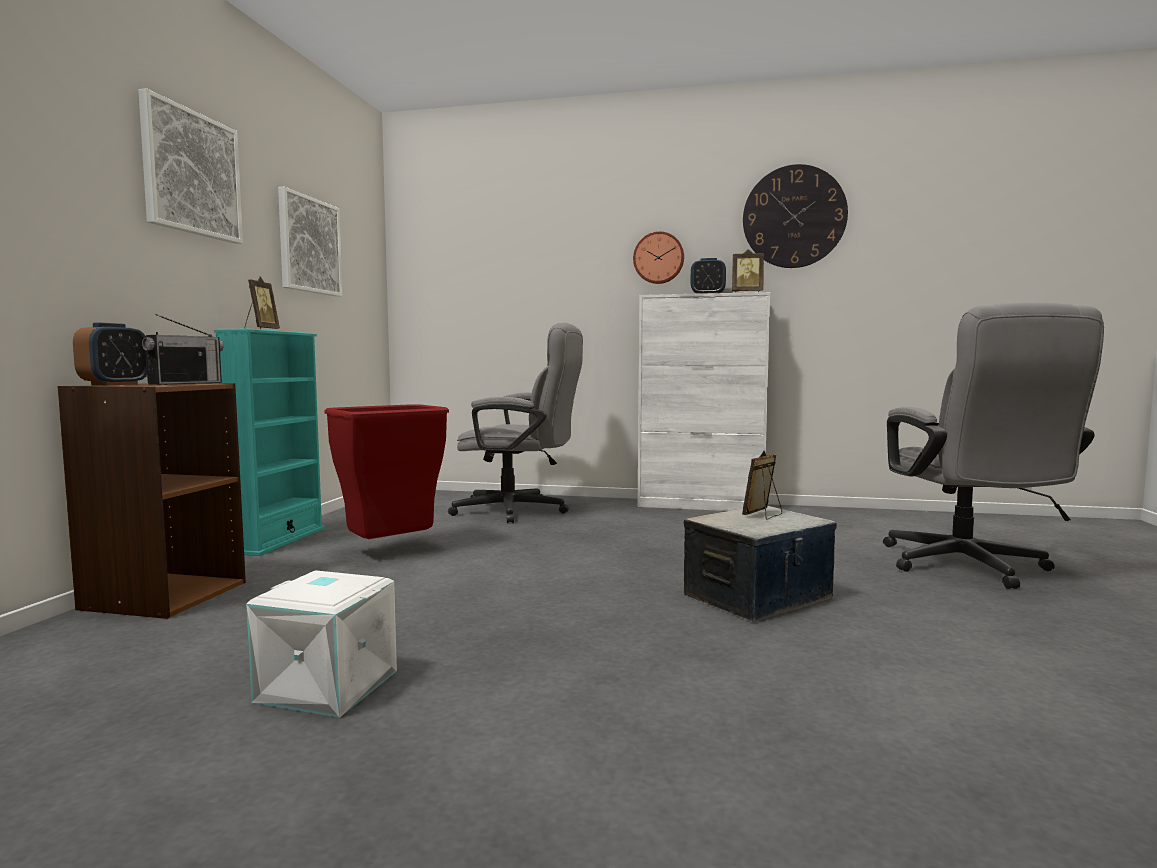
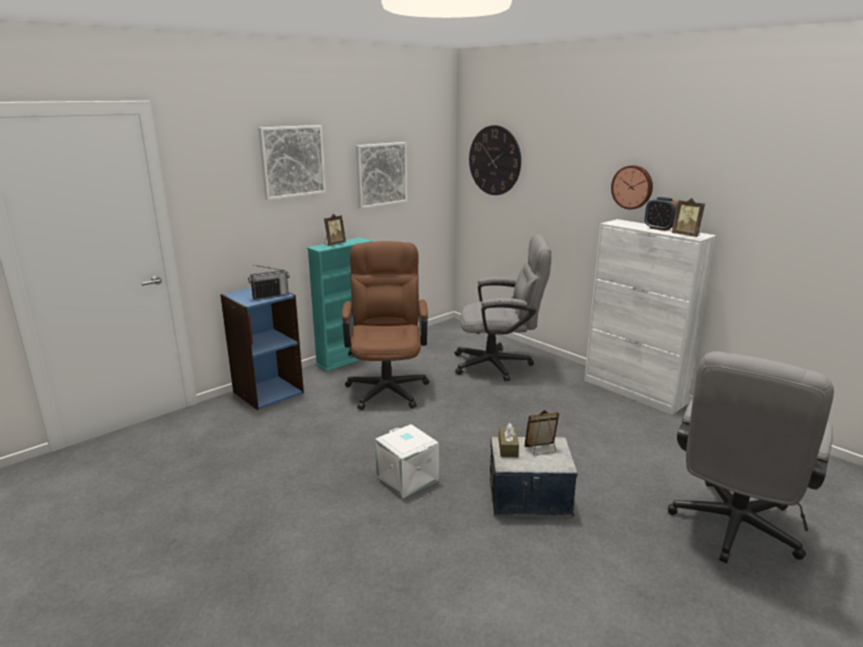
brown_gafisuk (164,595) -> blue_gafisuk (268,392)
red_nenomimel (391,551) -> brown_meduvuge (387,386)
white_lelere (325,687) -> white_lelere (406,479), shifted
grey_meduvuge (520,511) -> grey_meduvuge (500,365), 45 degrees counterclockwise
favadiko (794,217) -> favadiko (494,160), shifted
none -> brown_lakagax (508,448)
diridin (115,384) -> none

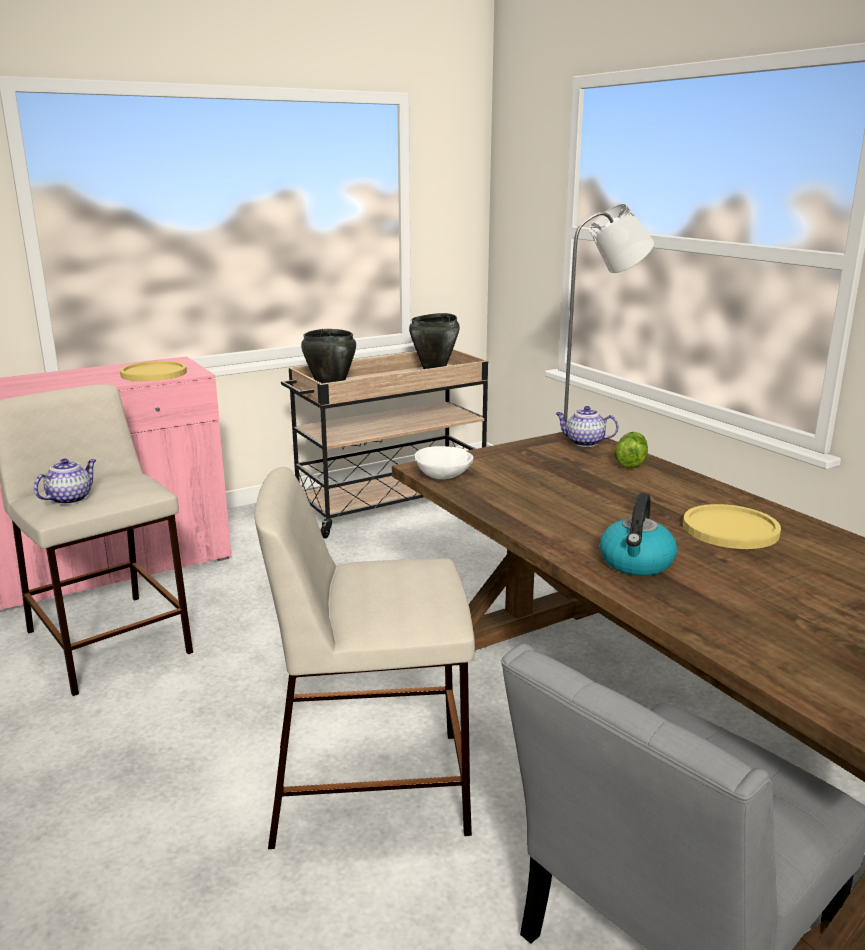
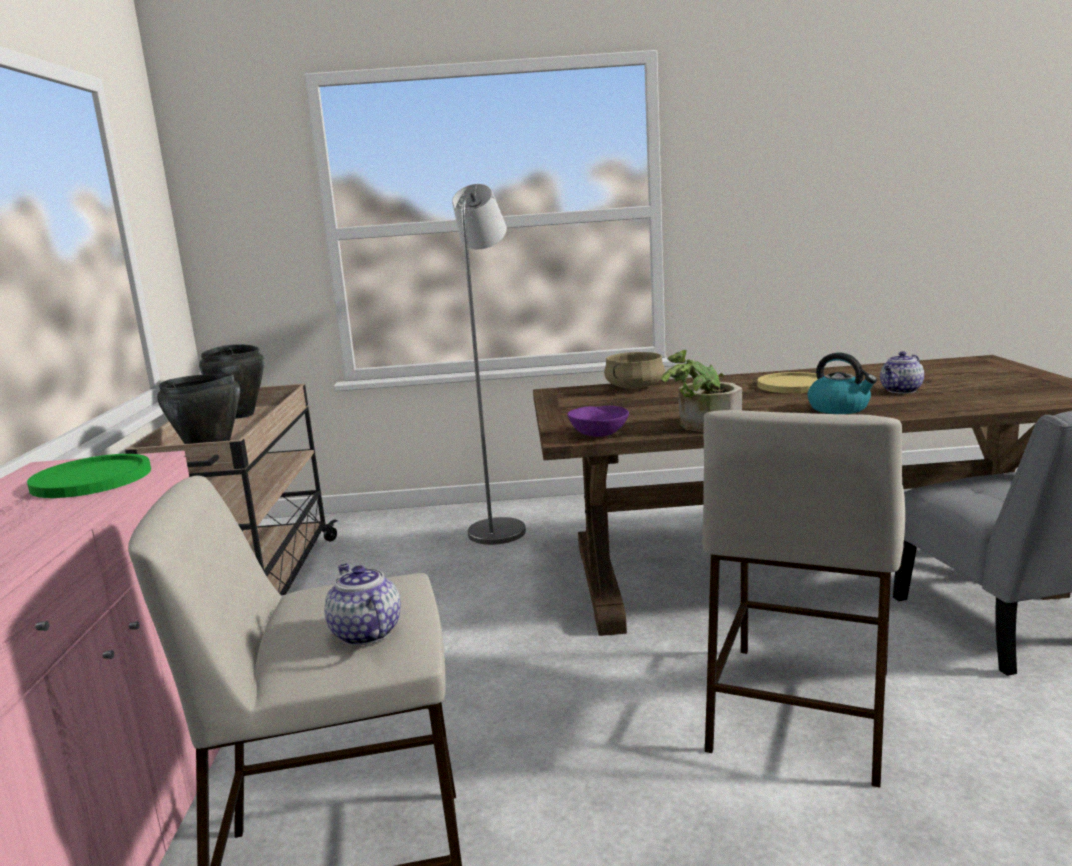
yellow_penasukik (154,373) -> green_penasukik (91,479)
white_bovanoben (443,475) -> purple_bovanoben (598,434)
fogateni (631,461) -> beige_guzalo (635,387)
none -> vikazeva (701,425)
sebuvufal (584,442) -> sebuvufal (901,390), shifted

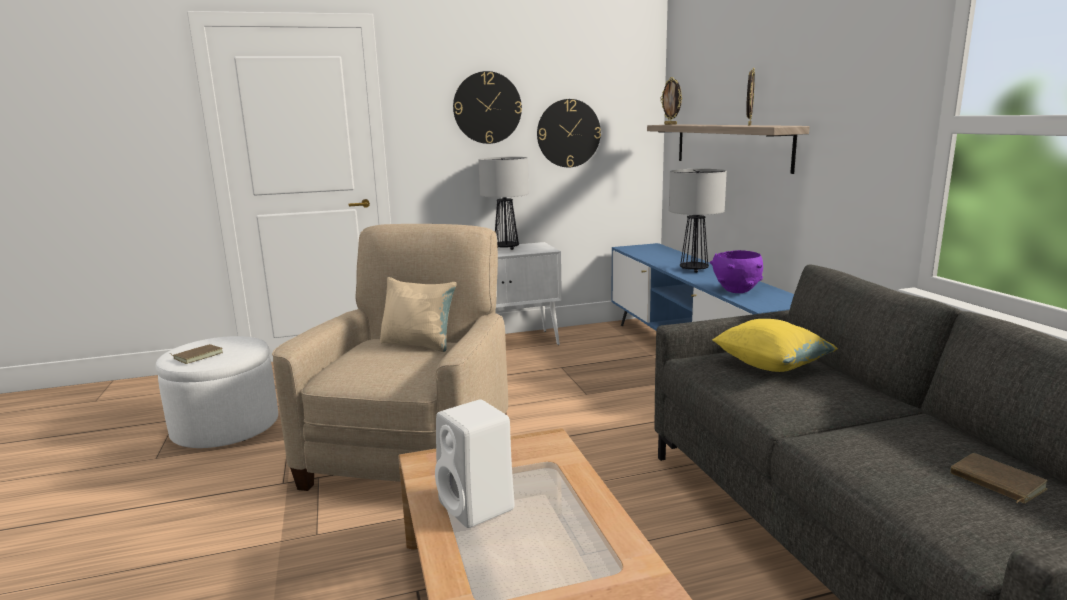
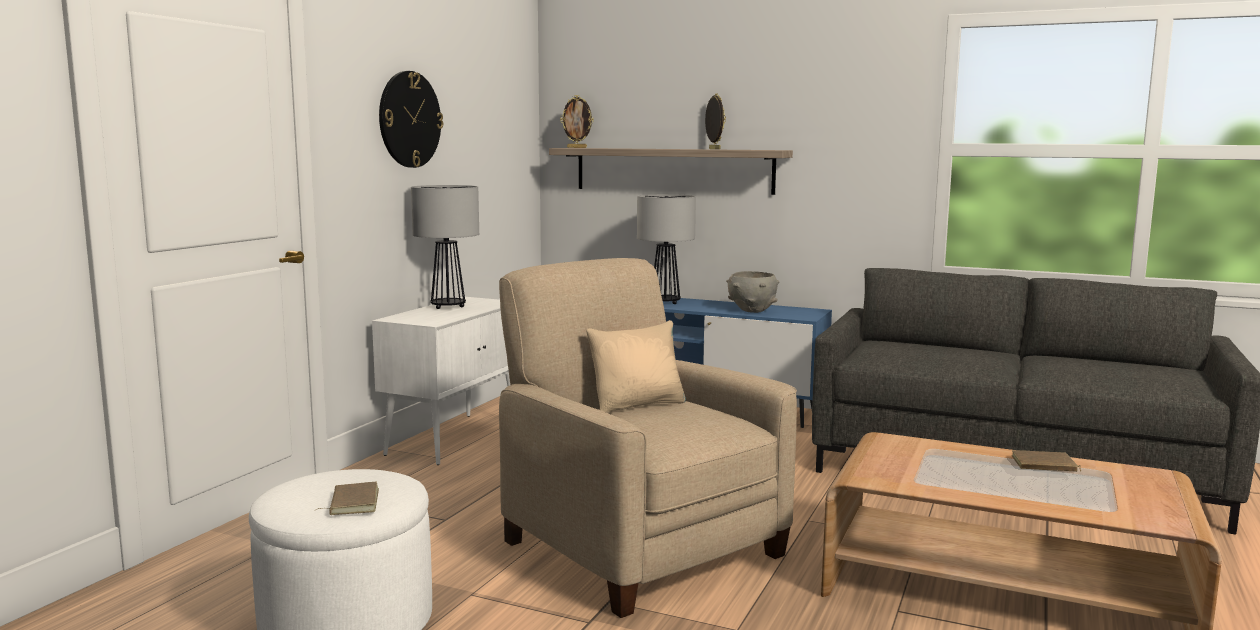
purple_bovanoben (736,290) -> grey_bovanoben (751,311)
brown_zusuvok (995,482) -> brown_zusuvok (1044,465), shifted
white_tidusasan (478,507) -> none
favadiko (568,133) -> none
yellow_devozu (770,366) -> none

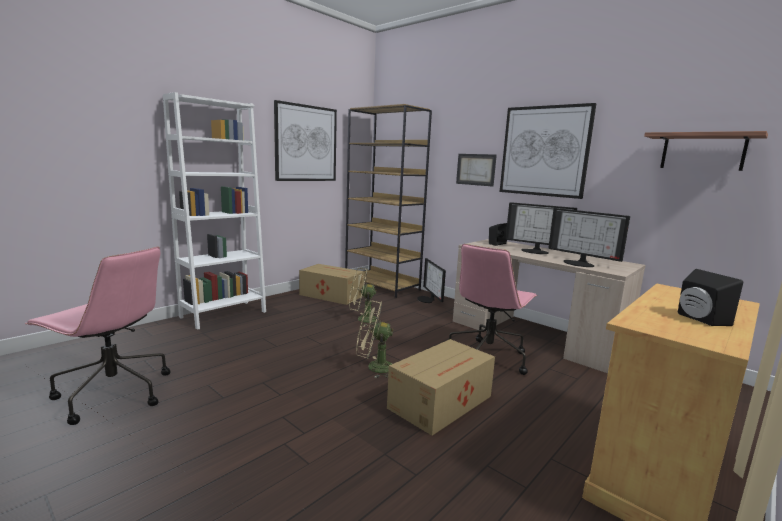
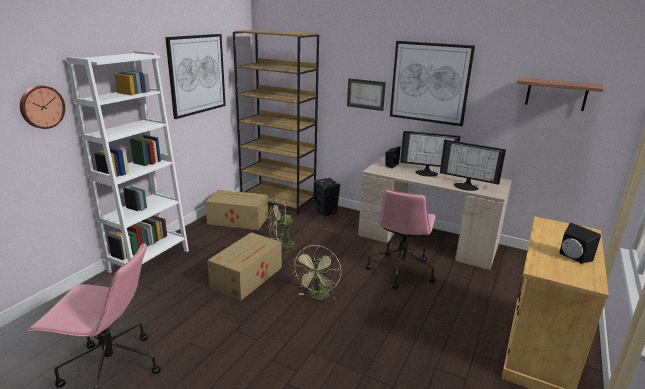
none -> favadiko (41,107)
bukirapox (442,402) -> bukirapox (248,277), shifted
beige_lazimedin (374,367) -> beige_lazimedin (318,297), 60 degrees counterclockwise
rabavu (427,299) -> black_tidusasan (326,212)

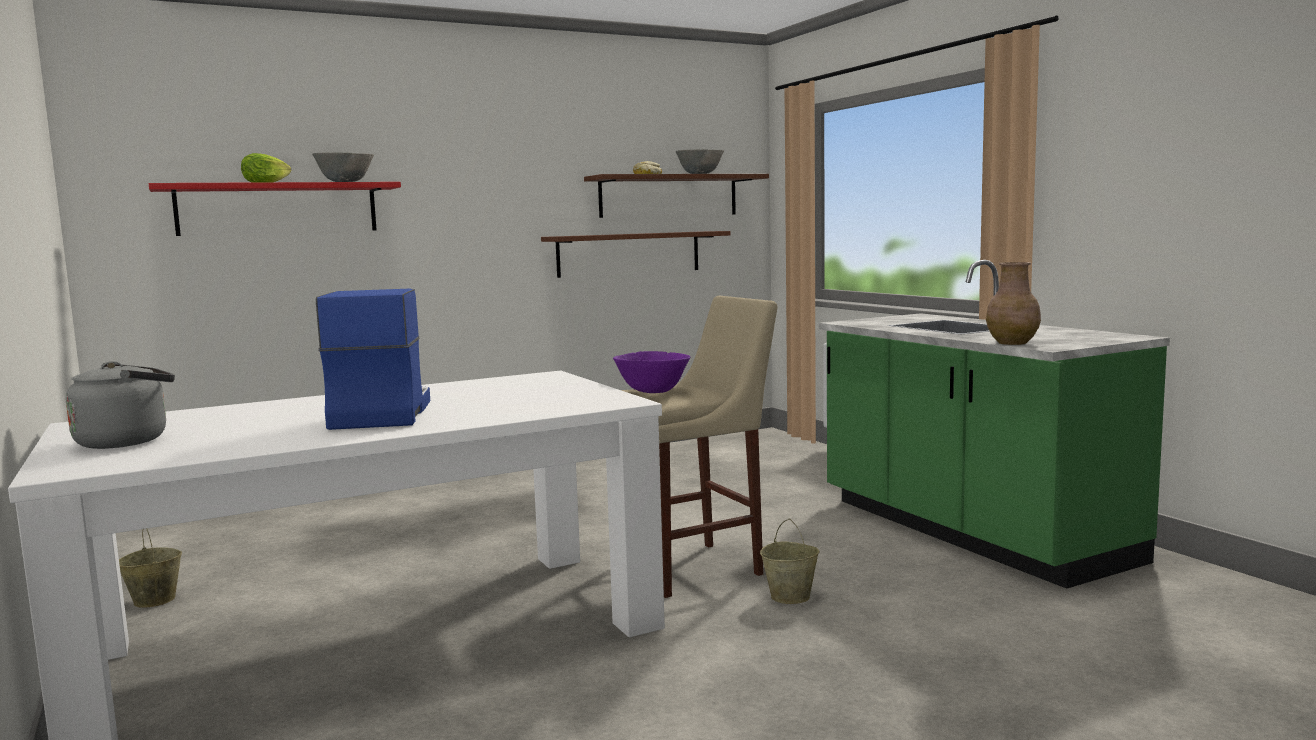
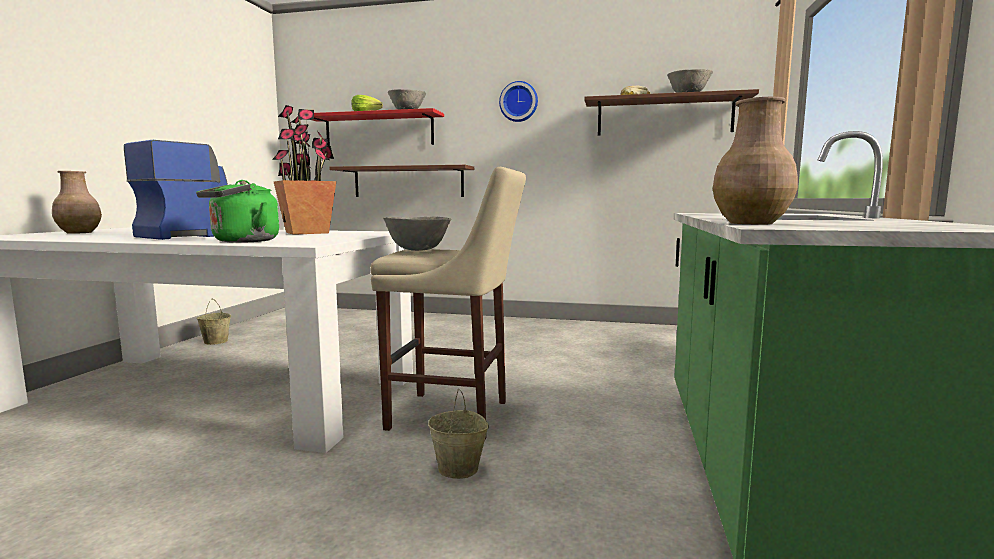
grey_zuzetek (128,441) -> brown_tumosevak (79,232)
none -> green_zuzetek (242,241)
none -> vikazeva (308,232)
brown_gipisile (629,253) -> brown_gipisile (408,182), shifted
purple_bovanoben (652,392) -> grey_bovanoben (417,250)
none -> favadiko (519,102)

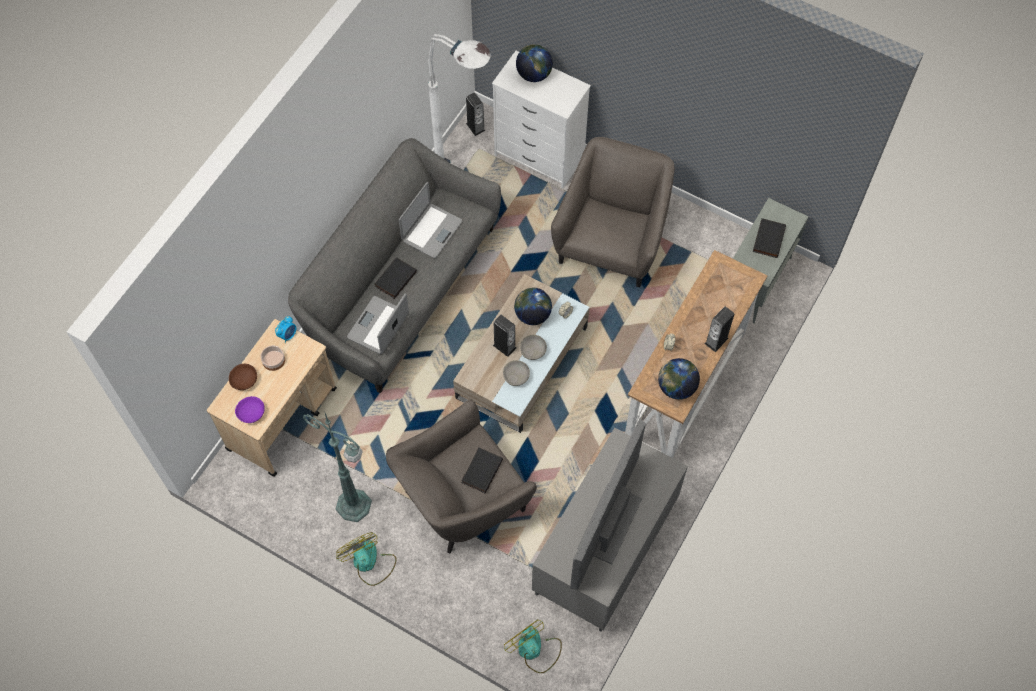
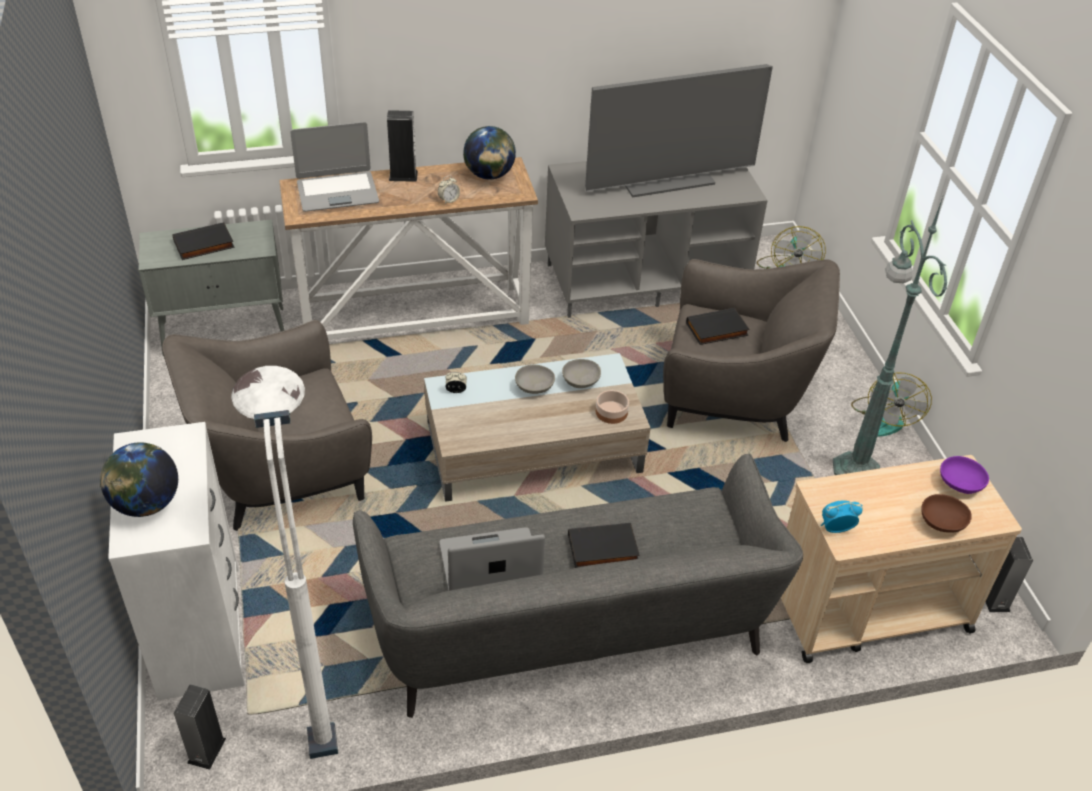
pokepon (379,326) -> pokepon (337,192), shifted
bovanoben (273,360) -> bovanoben (612,412), shifted
tidusasan (504,346) -> tidusasan (994,599), shifted
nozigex (532,315) -> none

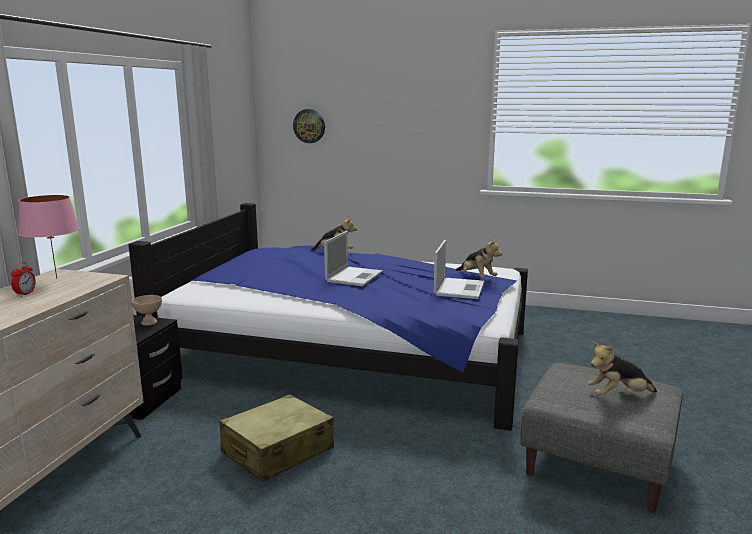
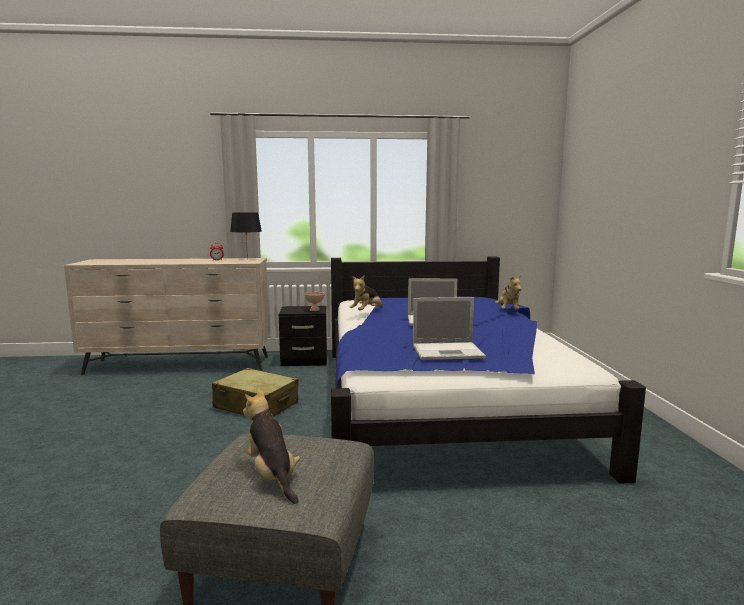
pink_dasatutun (57,278) -> black_dasatutun (247,259)
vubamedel (477,277) -> vubamedel (366,312), shifted
favadiko (309,126) -> none

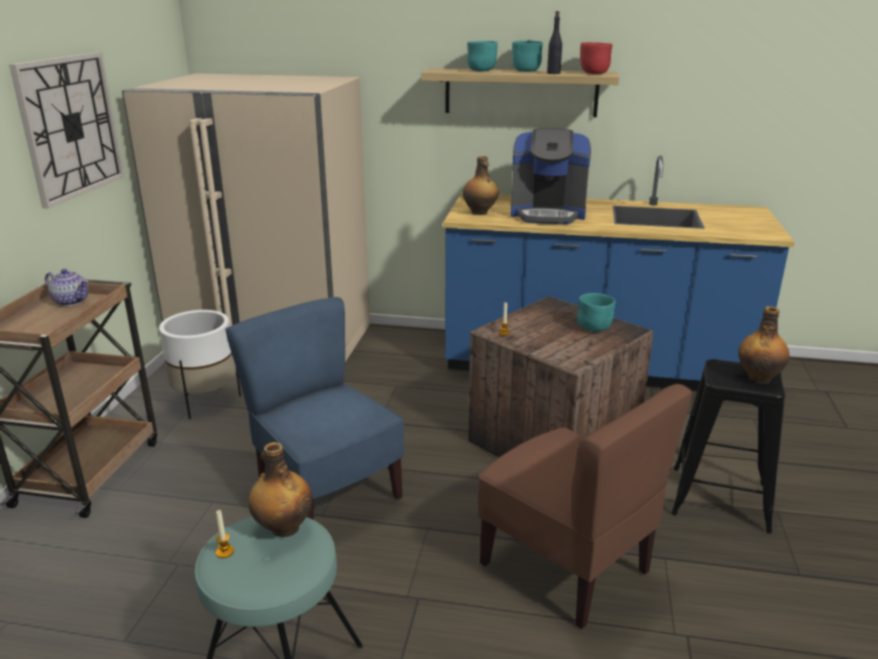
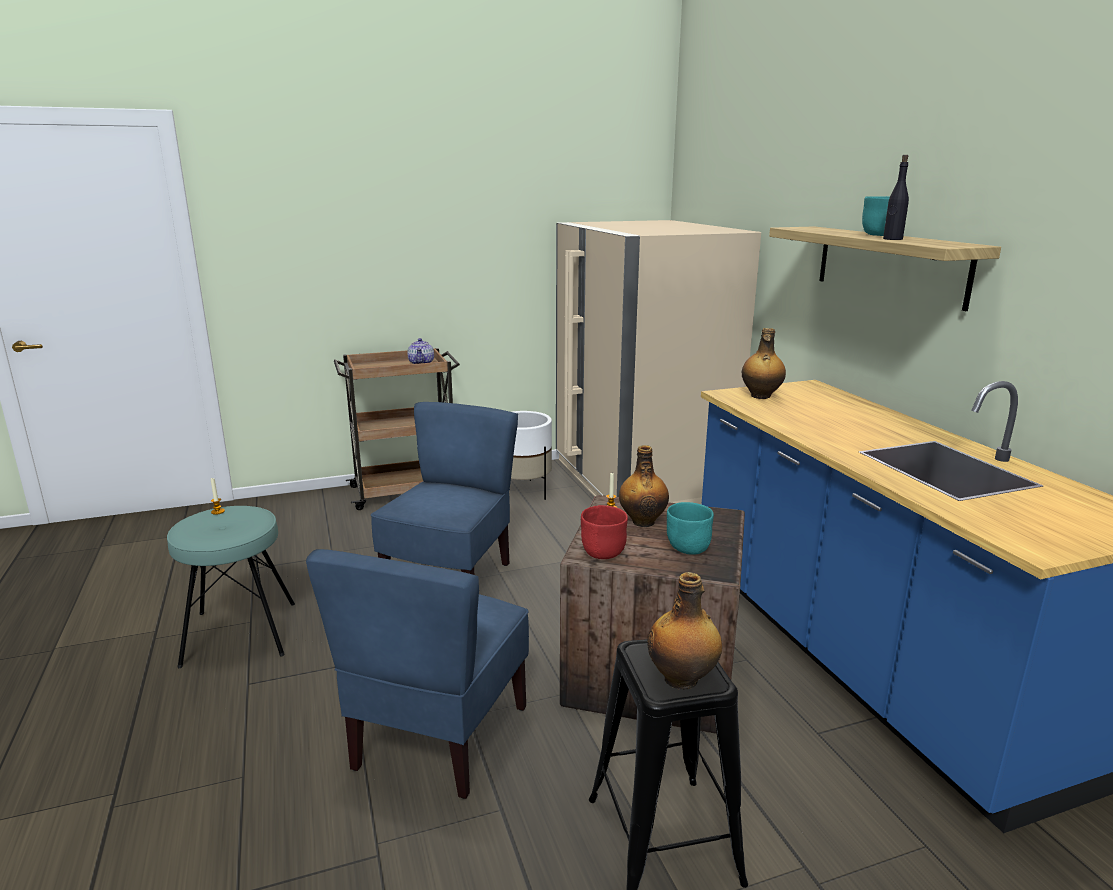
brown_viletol (566,567) -> blue_viletol (439,737)
red_bovanoben (594,73) -> red_bovanoben (602,553), shifted
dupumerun (283,527) -> dupumerun (643,521), shifted
favadiko (70,127) -> none
turquoise_bovanoben (482,71) -> none
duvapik (548,214) -> none

